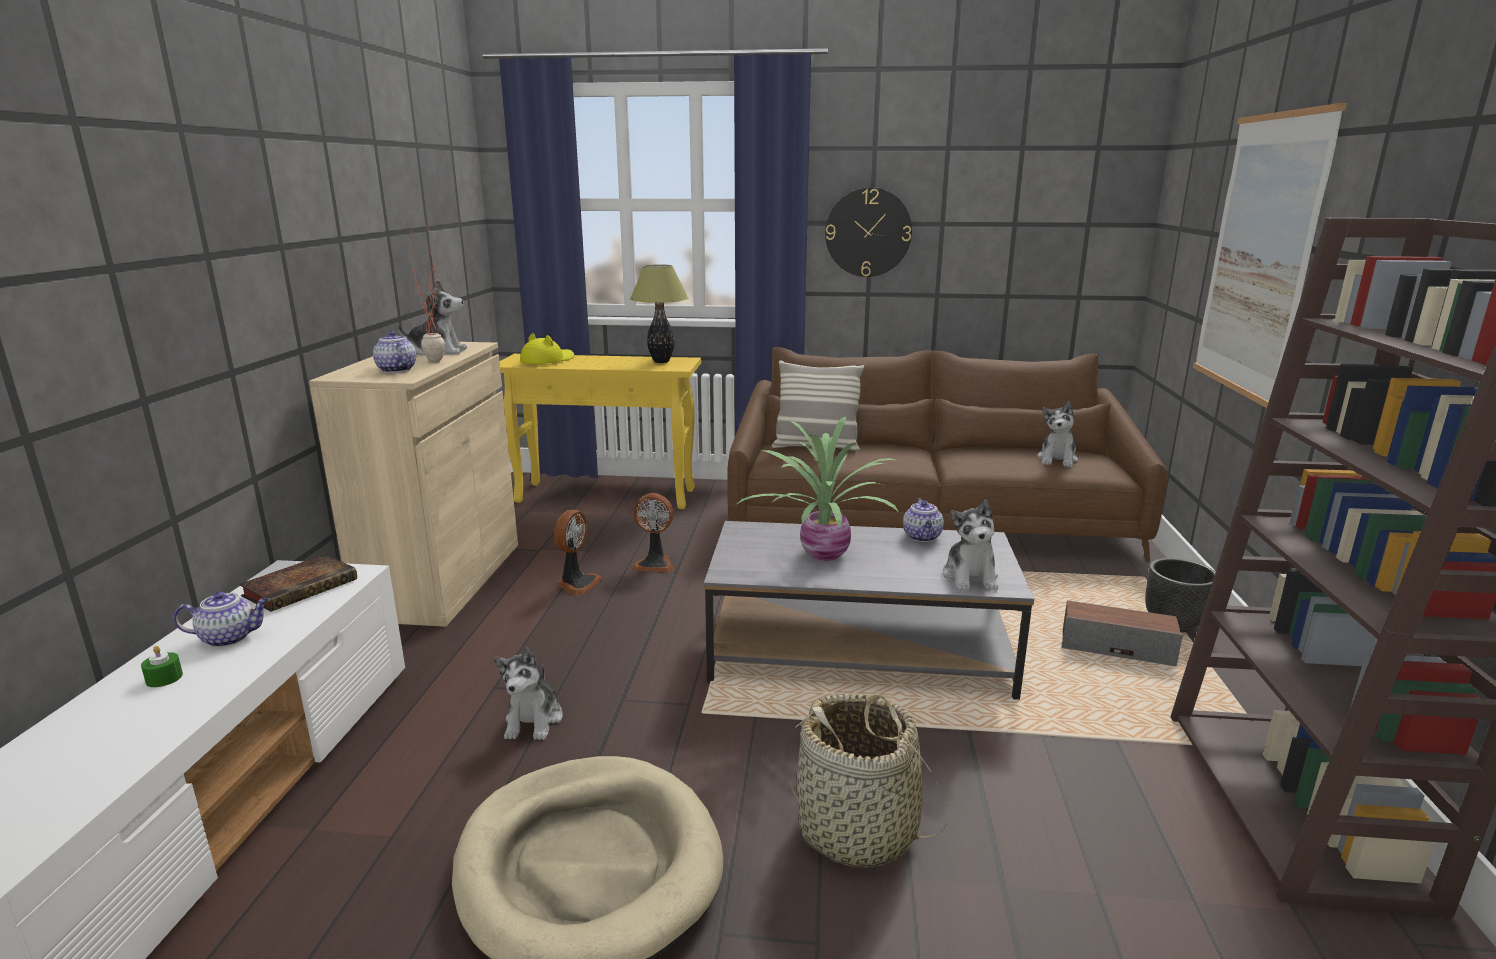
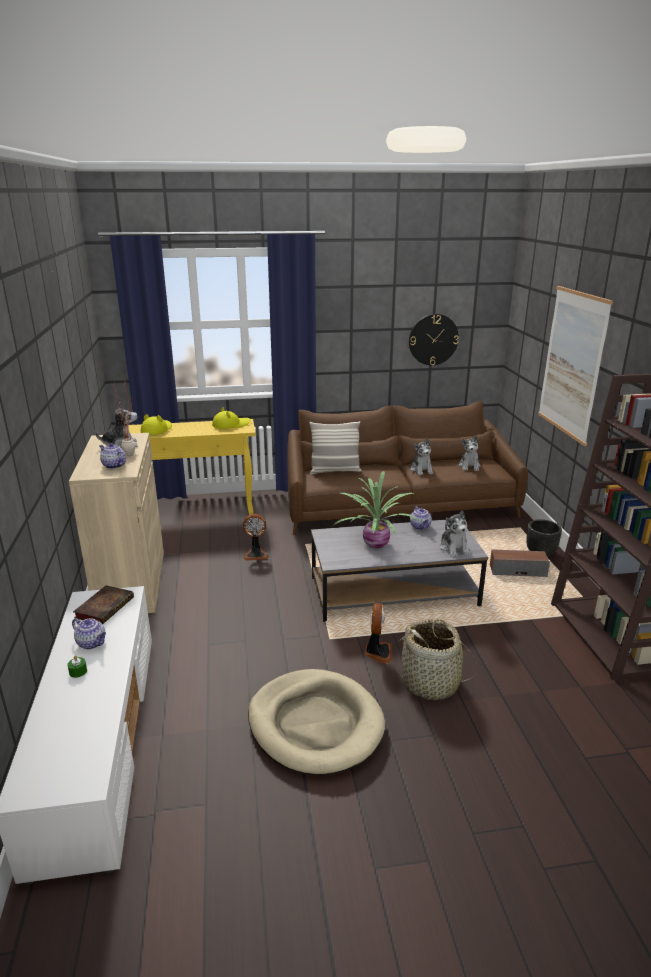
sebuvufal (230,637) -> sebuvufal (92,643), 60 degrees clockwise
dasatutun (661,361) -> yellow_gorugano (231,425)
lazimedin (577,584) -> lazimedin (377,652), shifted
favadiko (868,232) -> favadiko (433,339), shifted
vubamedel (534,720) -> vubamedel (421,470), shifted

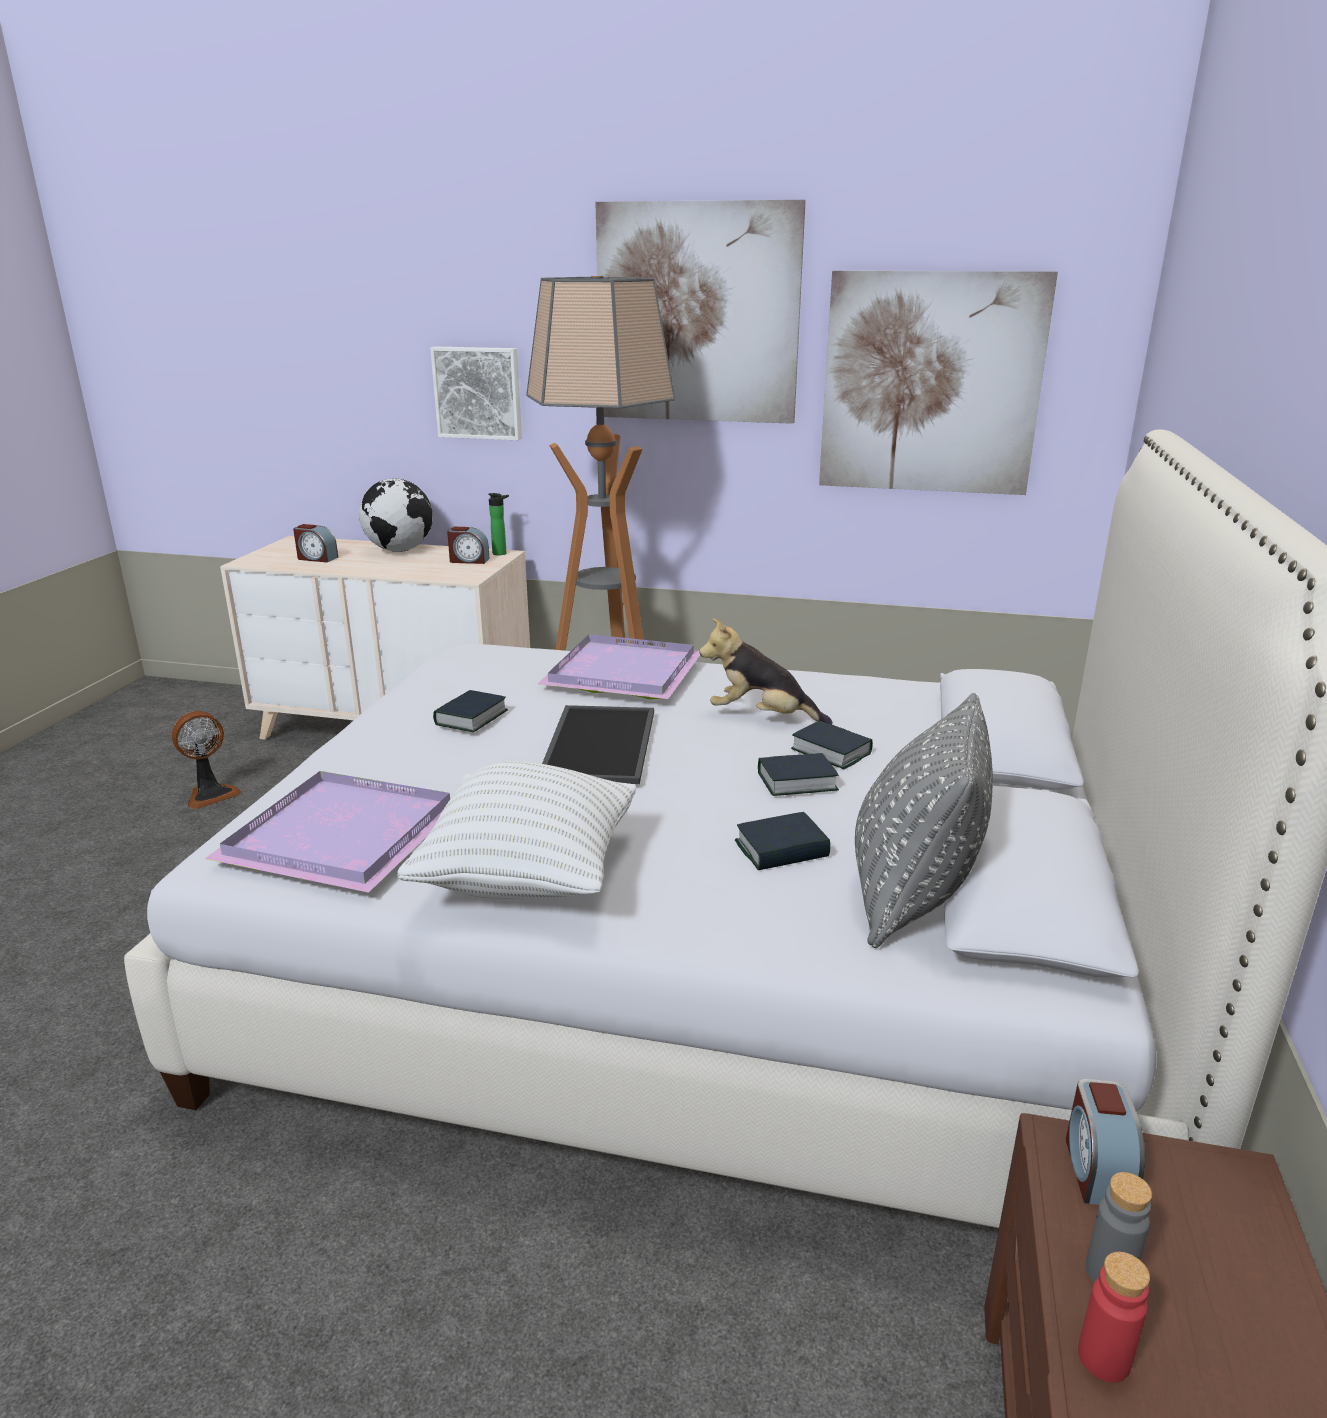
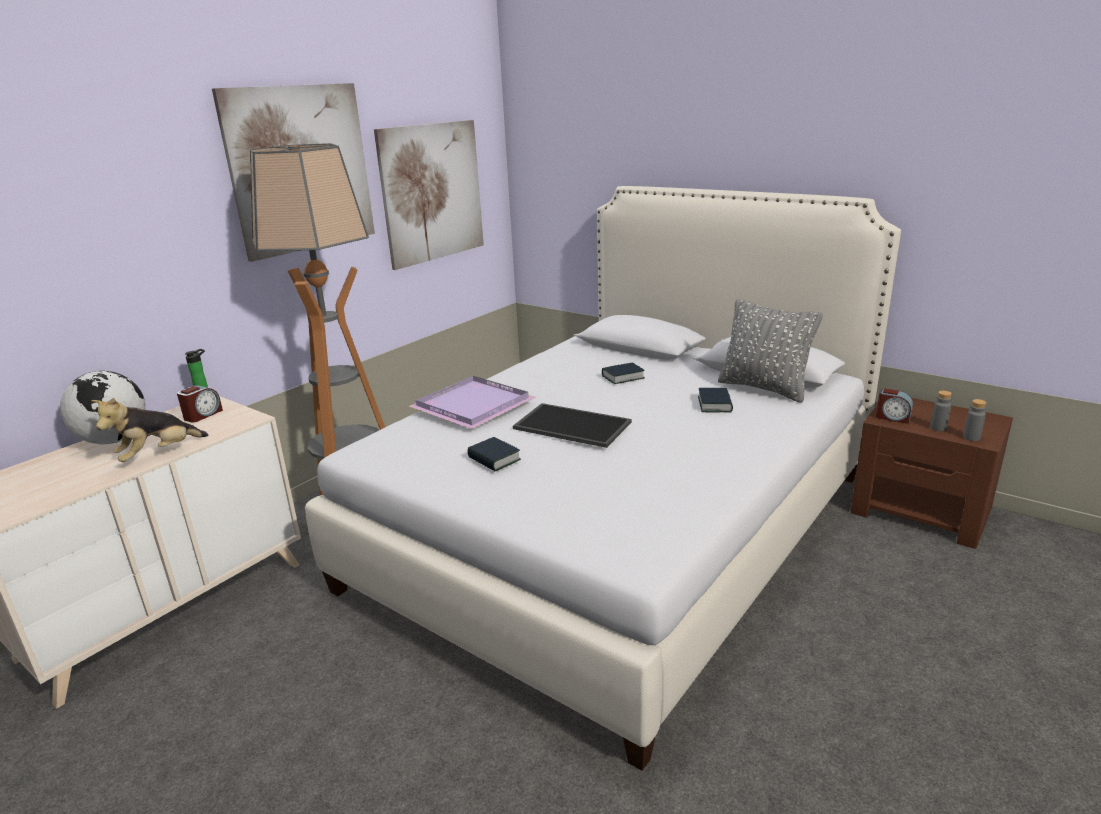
vubamedel (761,717) -> vubamedel (158,455), shifted
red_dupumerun (1103,1358) -> grey_dupumerun (971,437)
lazimedin (210,794) -> none
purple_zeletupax (337,836) -> none
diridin (317,558) -> none
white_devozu (528,876) -> none
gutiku (478,393) -> none
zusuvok (797,781) -> none

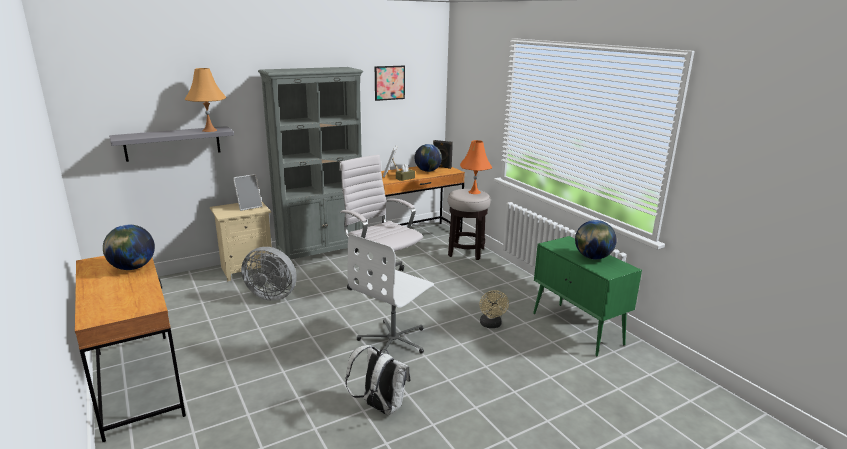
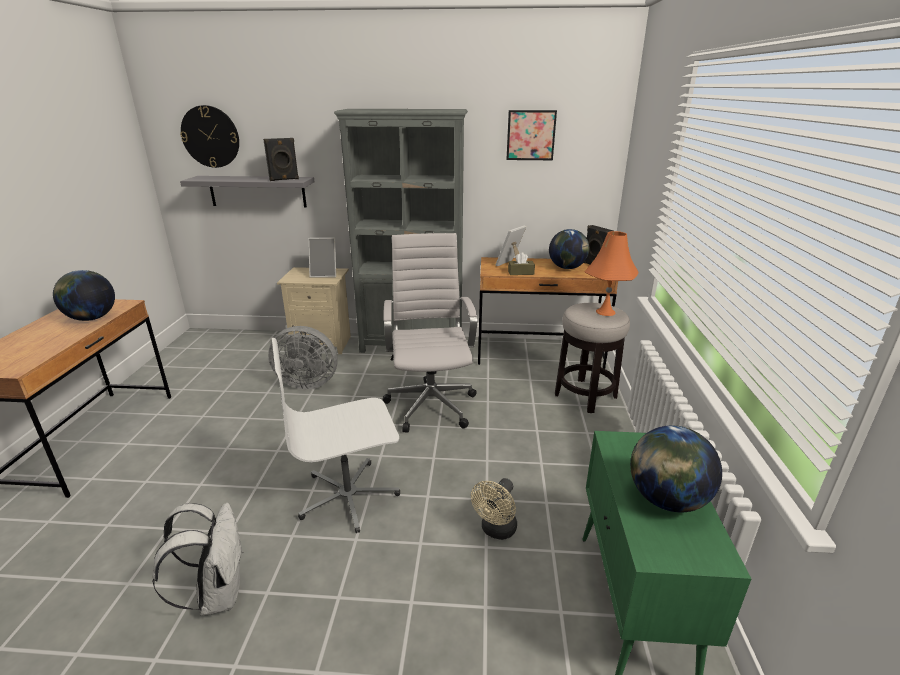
none -> favadiko (210,137)
orange_dasatutun (209,130) -> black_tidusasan (284,179)
grey_lazimedin (273,295) -> grey_lazimedin (307,382), 45 degrees counterclockwise

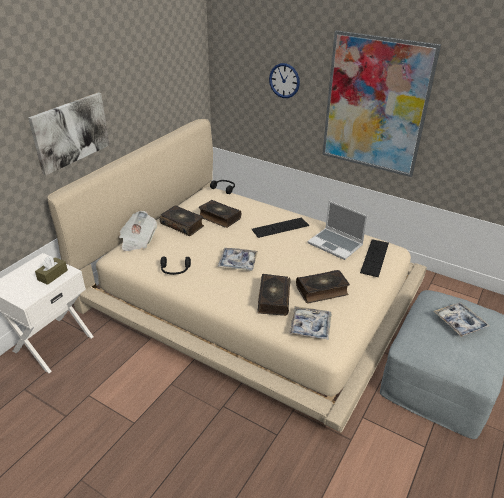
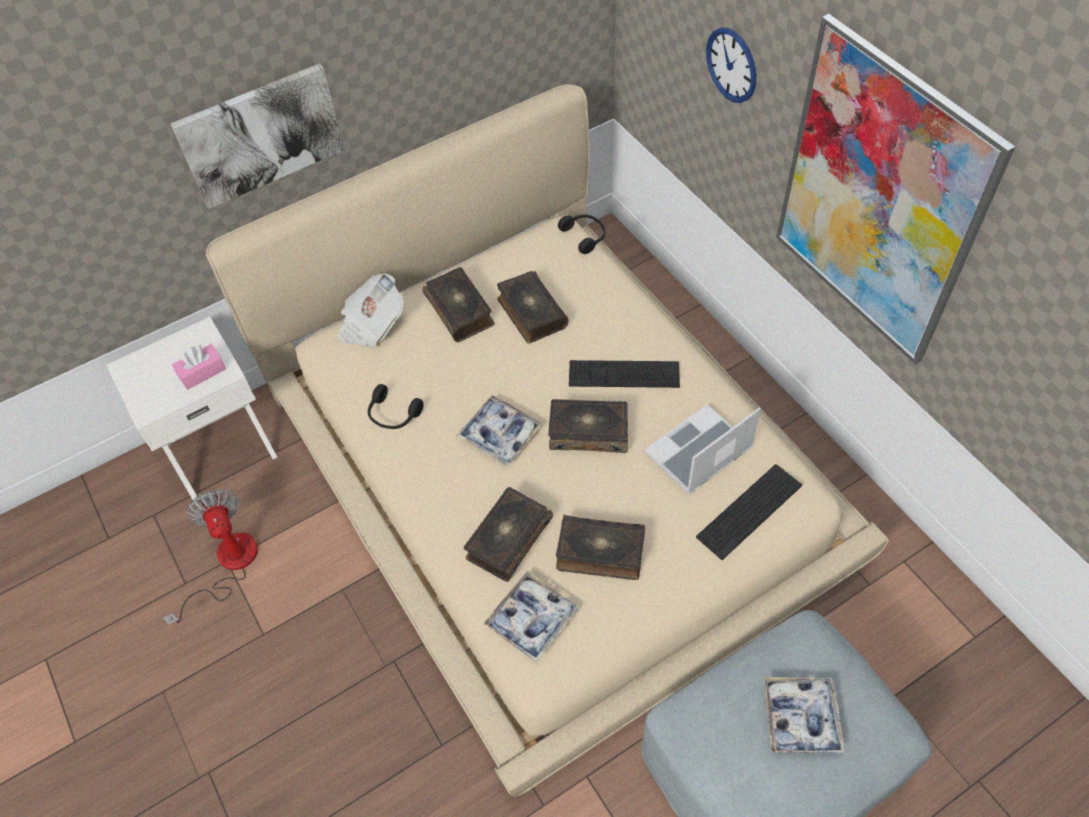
none -> lazimedin (228,565)
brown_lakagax (52,275) -> pink_lakagax (202,372)
none -> zusuvok (588,432)
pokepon (336,244) -> pokepon (698,453), 75 degrees clockwise

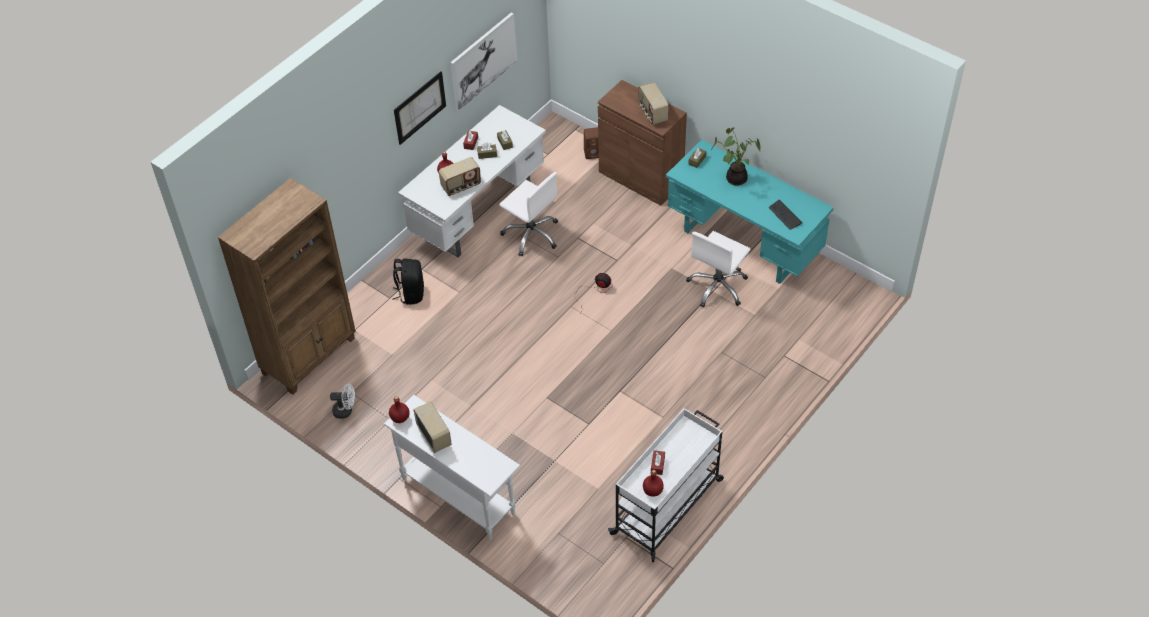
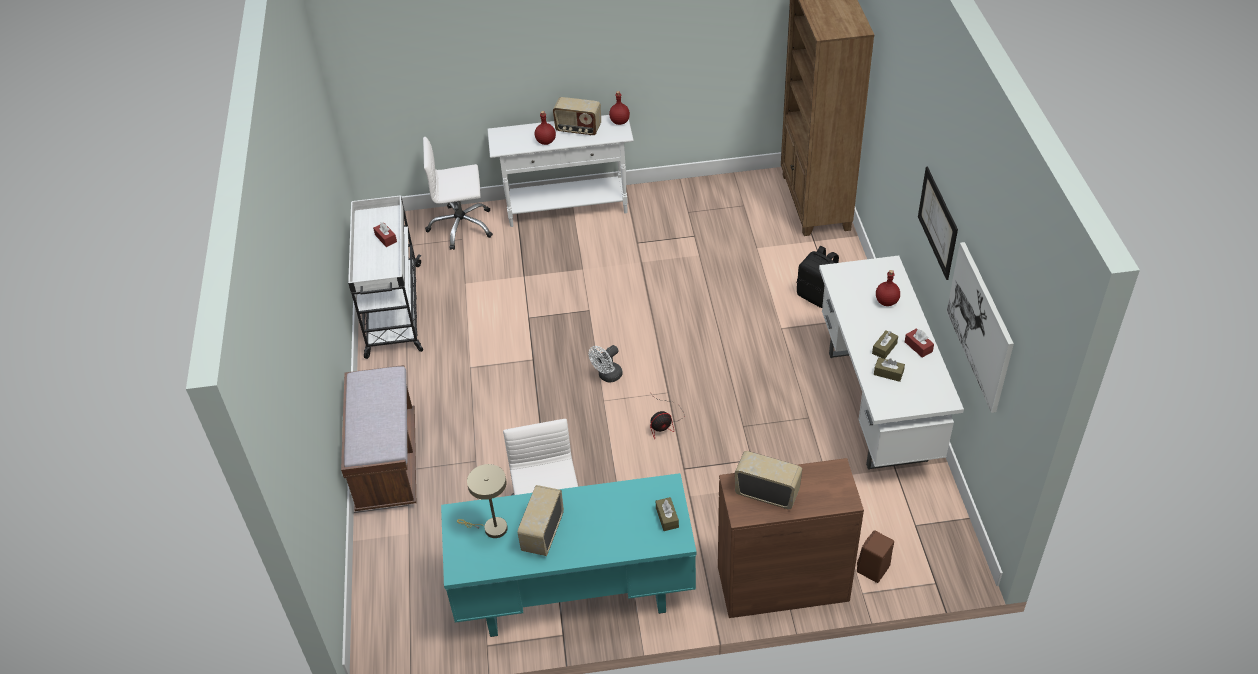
none -> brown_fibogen (387,462)
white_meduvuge (531,234) -> white_meduvuge (461,227), shifted
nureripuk (785,215) -> beige_dasatutun (491,528)
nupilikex (461,186) -> nupilikex (542,533), shifted
red_dupumerun (653,491) -> red_dupumerun (545,142), shifted
white_lazimedin (346,411) -> white_lazimedin (607,376), shifted
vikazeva (735,177) -> none

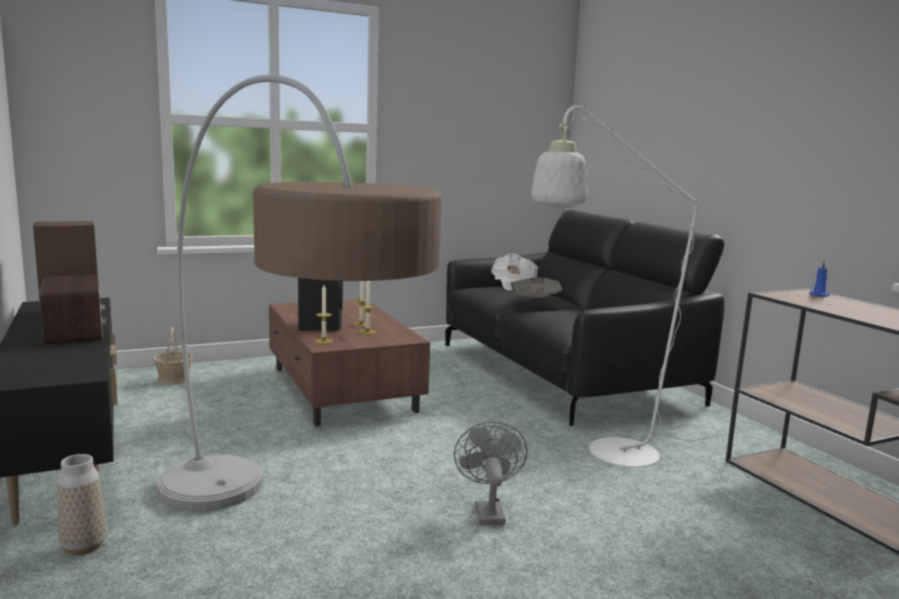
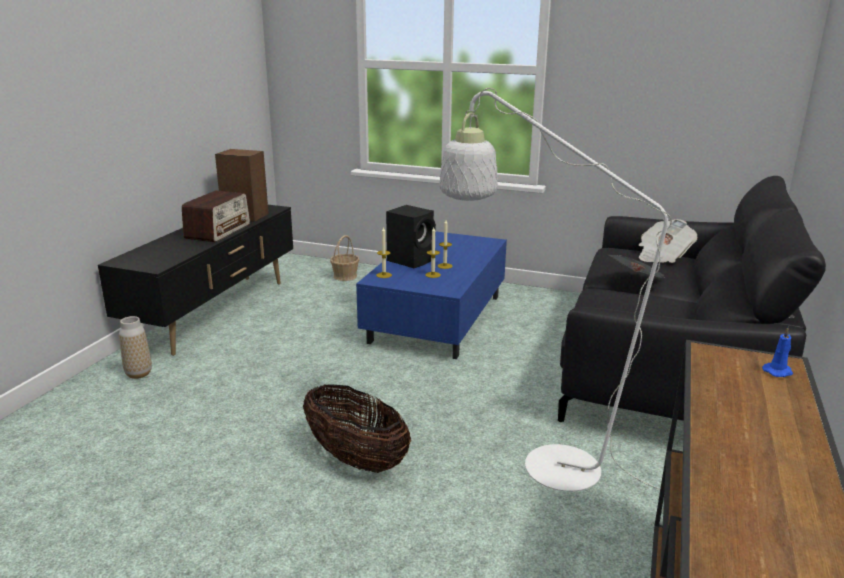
grey_lazimedin (488,511) -> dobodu (356,459)
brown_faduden (342,389) -> blue_faduden (436,319)
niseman (281,546) -> none

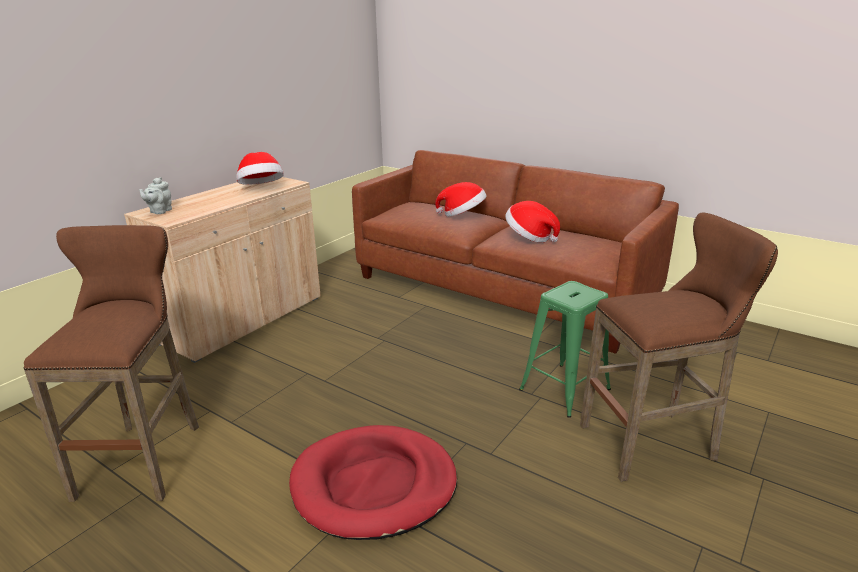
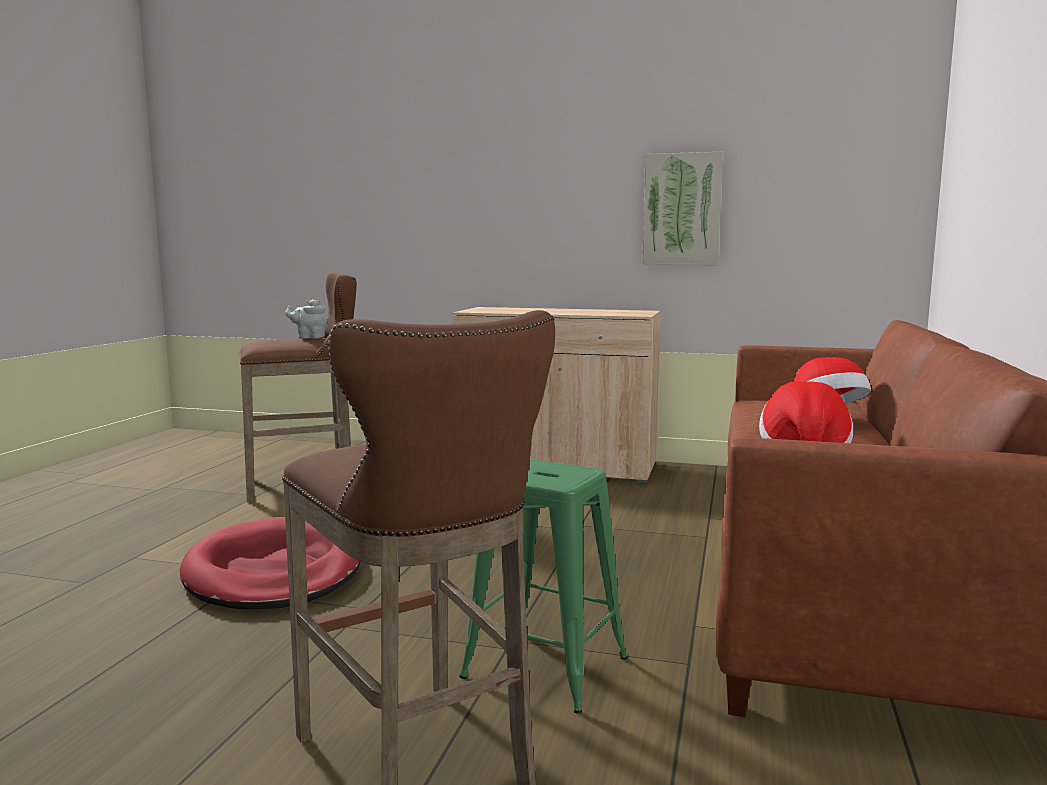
grey_sebuvufal (159,211) -> grey_sebuvufal (309,337), shifted
none -> gutiku (682,209)
gorugano (261,188) -> none

